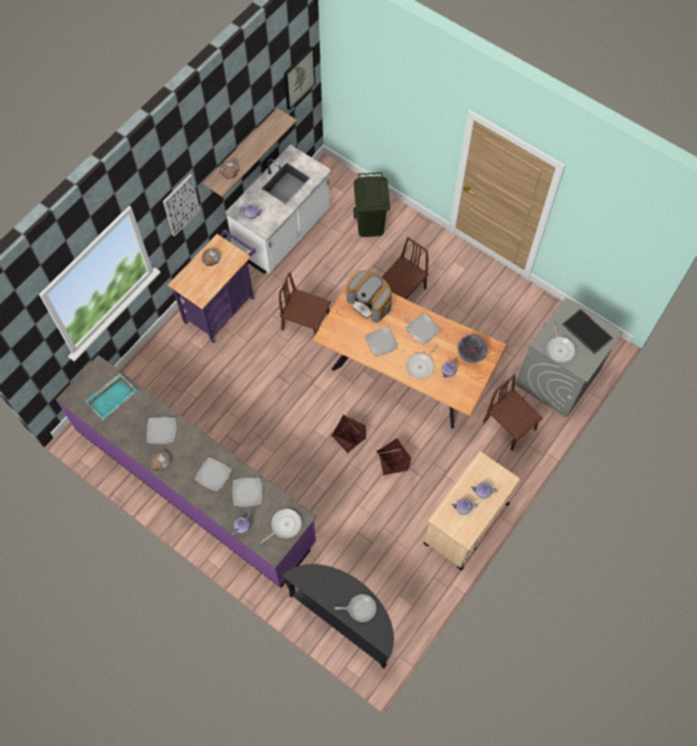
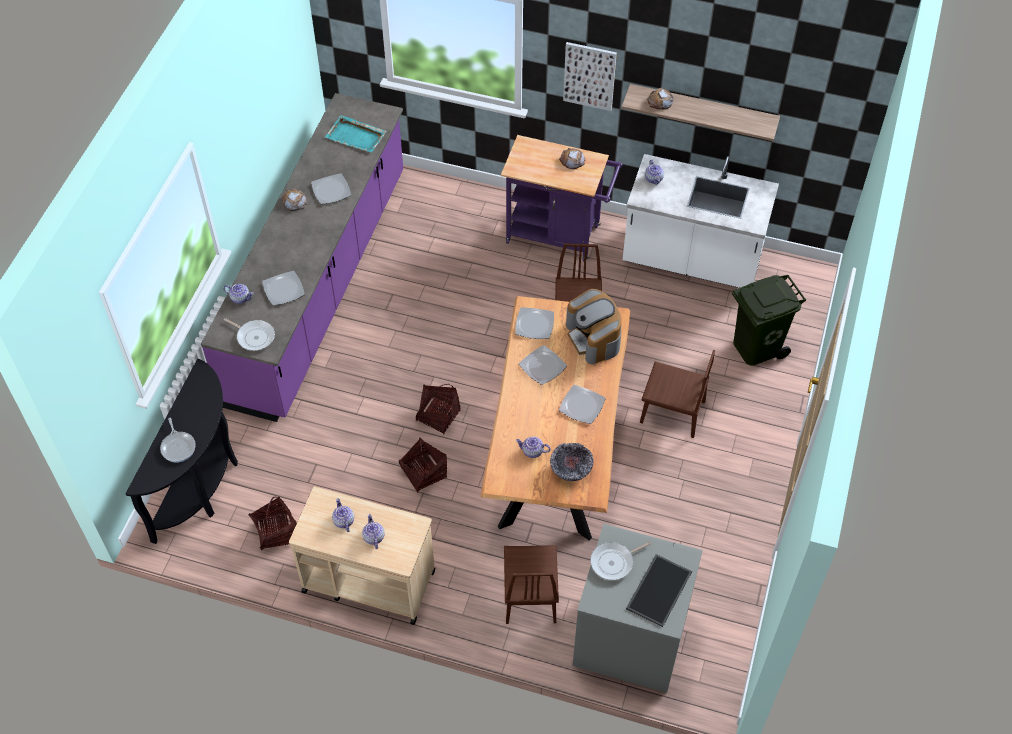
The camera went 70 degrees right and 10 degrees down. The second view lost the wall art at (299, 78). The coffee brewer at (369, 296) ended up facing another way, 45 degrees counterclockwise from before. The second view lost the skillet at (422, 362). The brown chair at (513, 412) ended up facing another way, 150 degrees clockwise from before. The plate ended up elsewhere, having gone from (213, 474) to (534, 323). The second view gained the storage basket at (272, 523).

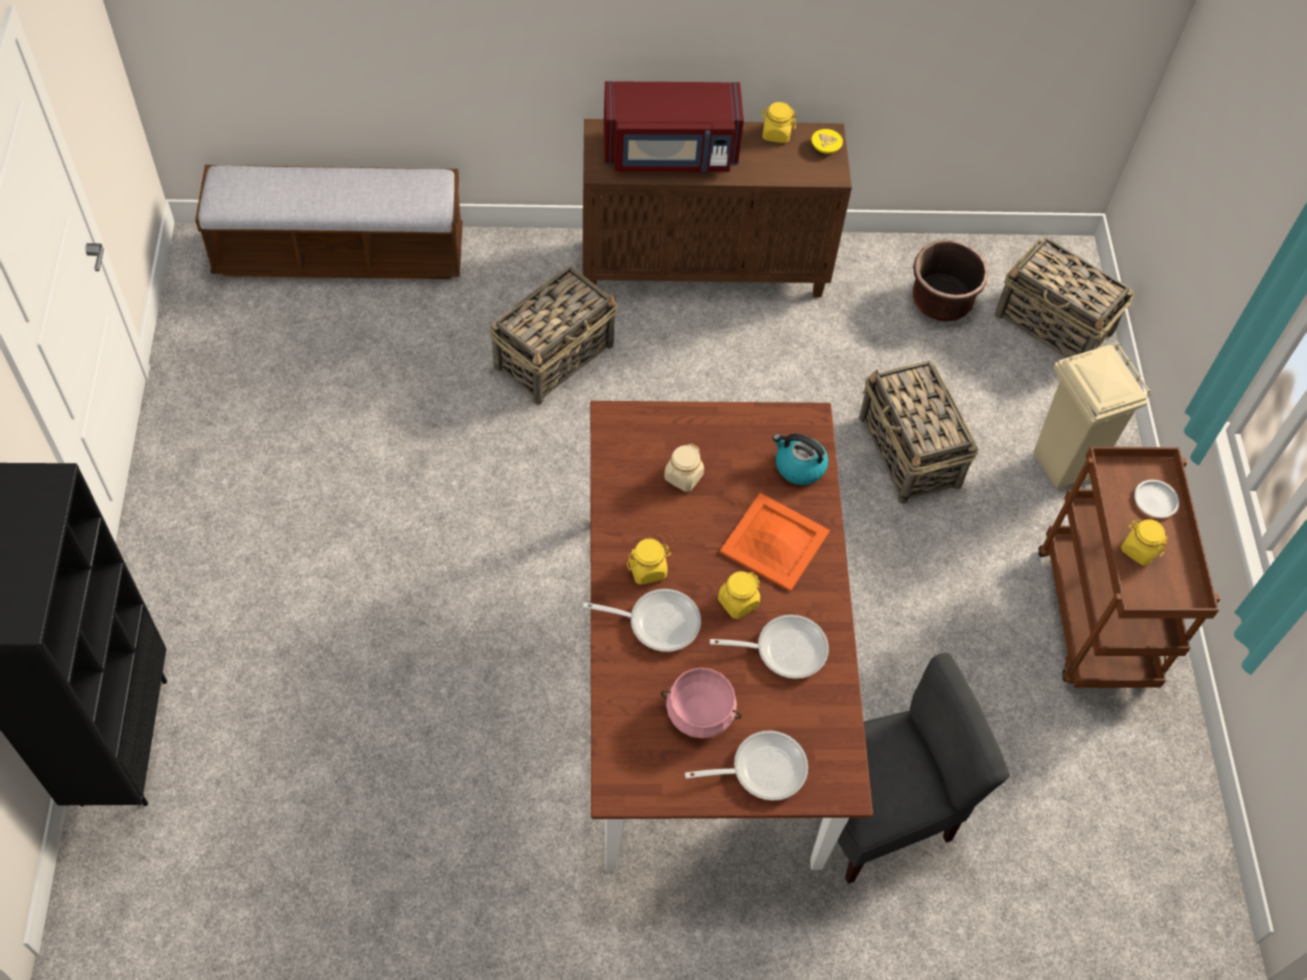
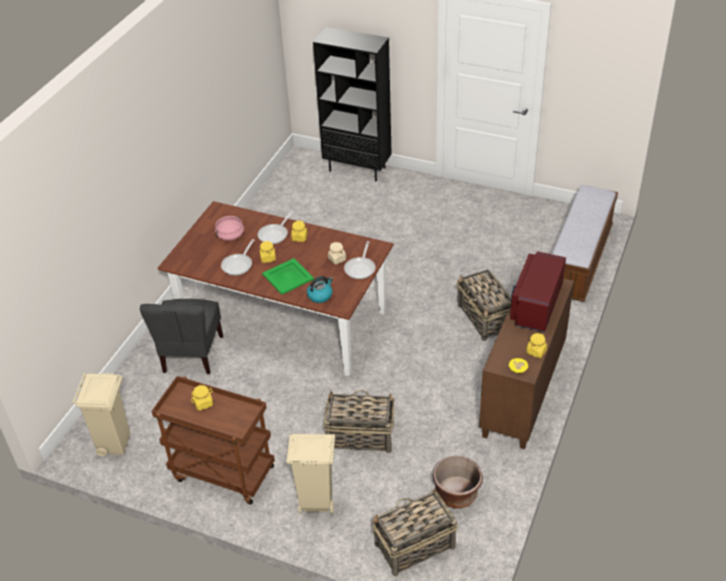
The camera went 120 degrees right and 15 degrees down. The second view lost the white plate at (1156, 499). What was the orangey serving tray at (774, 542) turned into the greenish serving tray at (288, 276). The skillet ended up elsewhere, having gone from (746, 765) to (360, 260). The second view gained the beige rubbish bin at (101, 414).

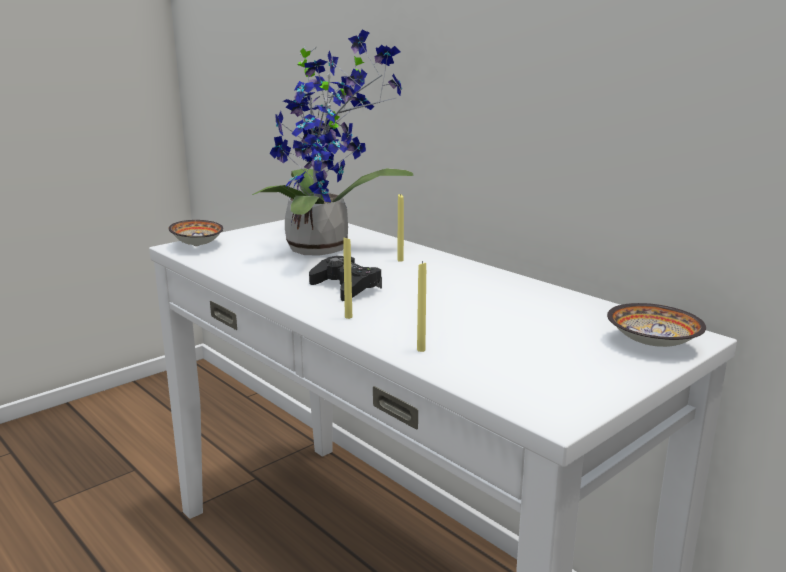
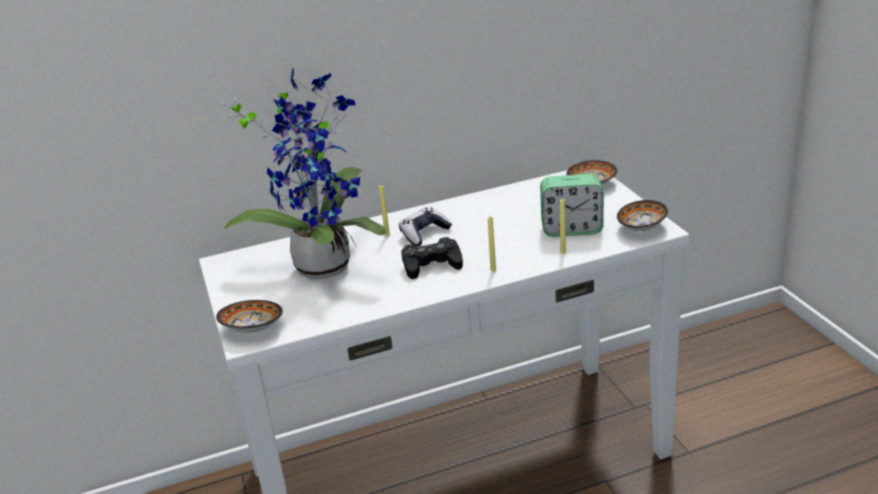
The camera went 65 degrees left and 10 degrees up. The second view gained the bedside clock at (572, 205). The second view gained the bowl at (642, 215). The second view gained the gamepad at (425, 227).

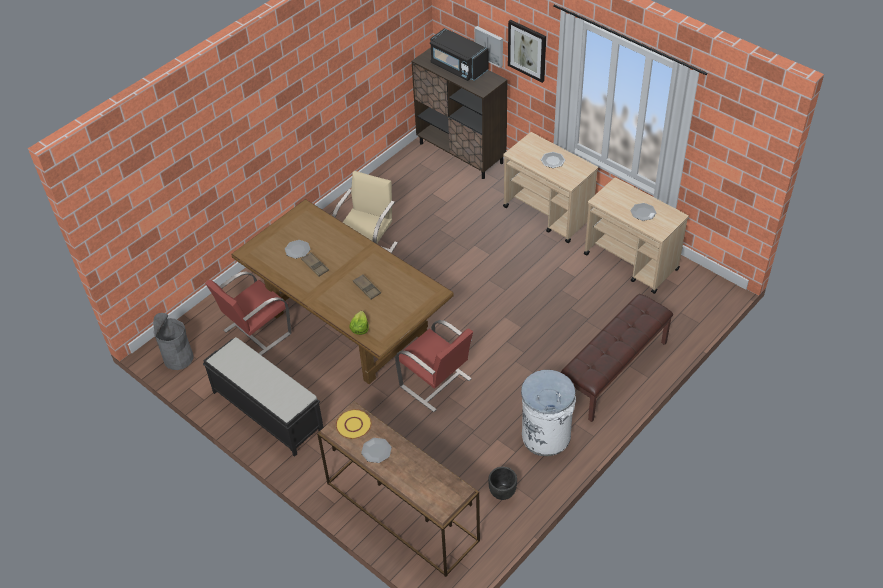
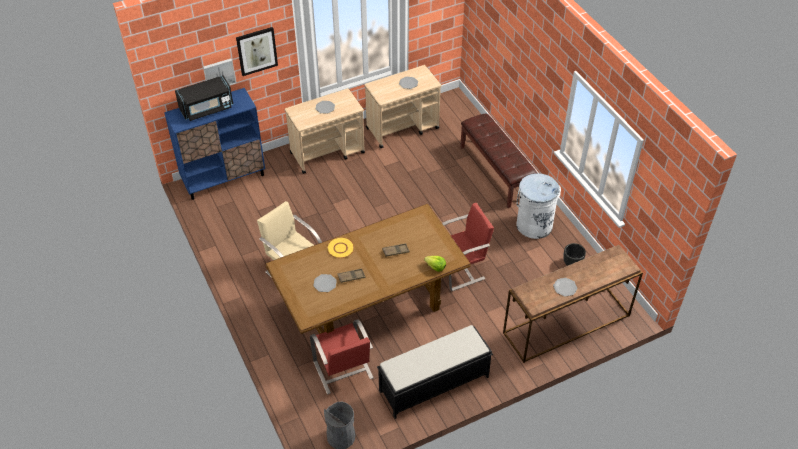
The camera went 70 degrees left and 0 degrees up. What was the brown cupboard at (459, 113) turned into the blue-coloured cupboard at (214, 144). The yellowish plate ended up elsewhere, having gone from (354, 424) to (340, 247).

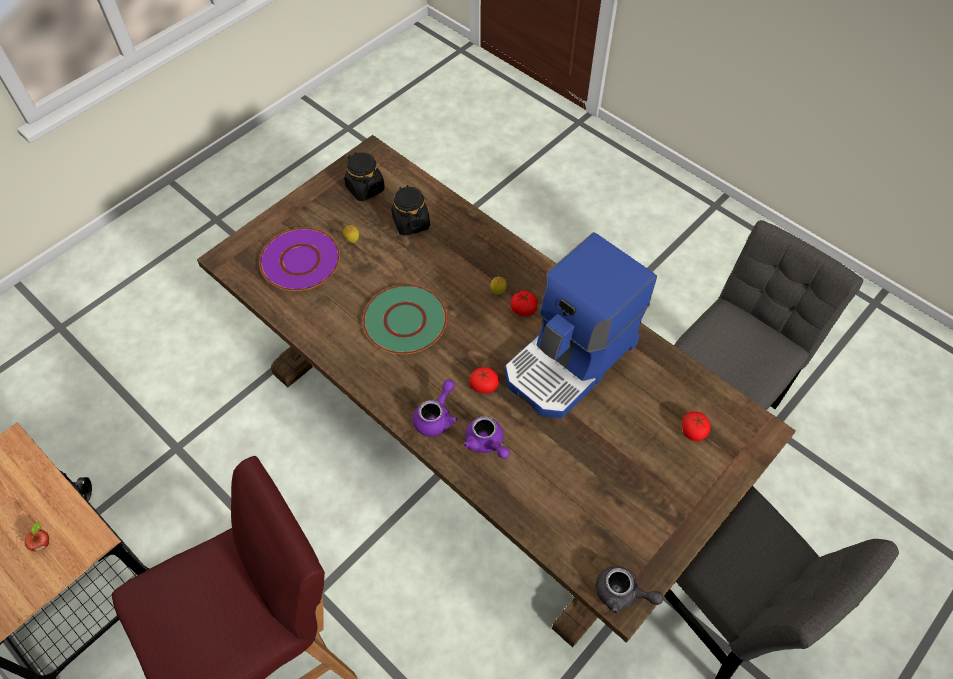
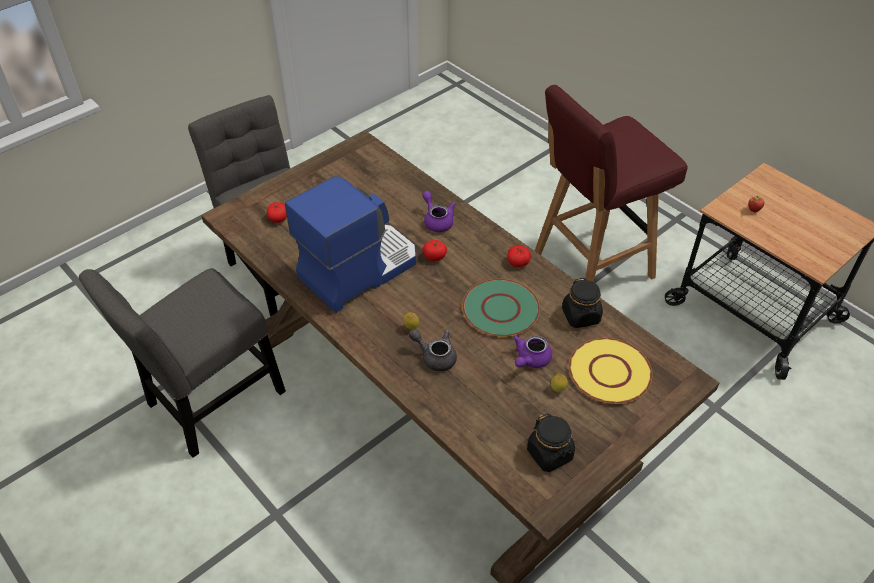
The camera went 175 degrees left and 10 degrees down. The black-coloured preserve jar ended up elsewhere, having gone from (410, 210) to (582, 303). What was the purple plate at (299, 259) turned into the yellowish plate at (610, 371). The tomato ended up elsewhere, having gone from (524, 303) to (519, 256). The purple pot for tea ended up elsewhere, having gone from (435, 408) to (532, 351). The gray pot for tea ended up elsewhere, having gone from (629, 590) to (433, 350).

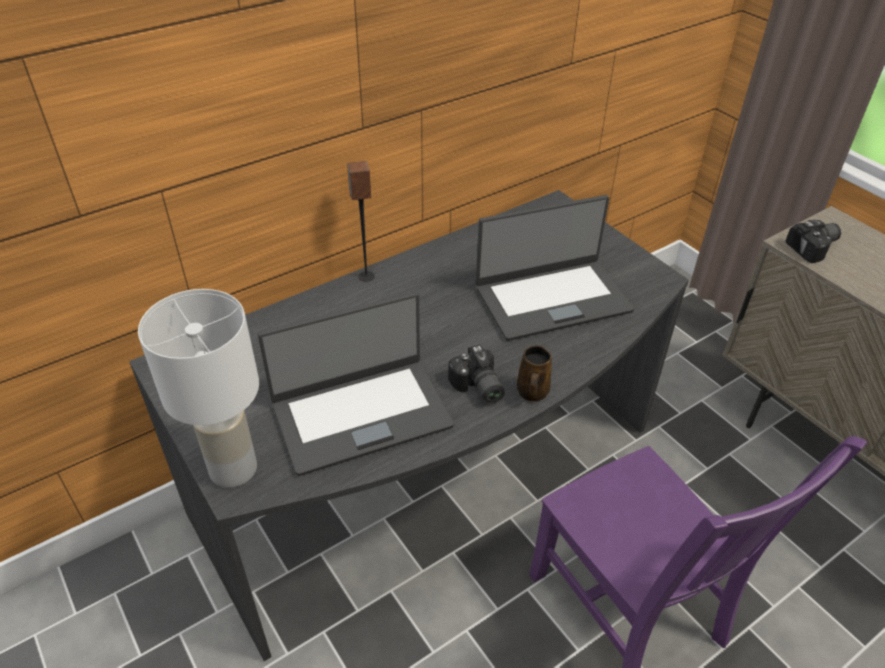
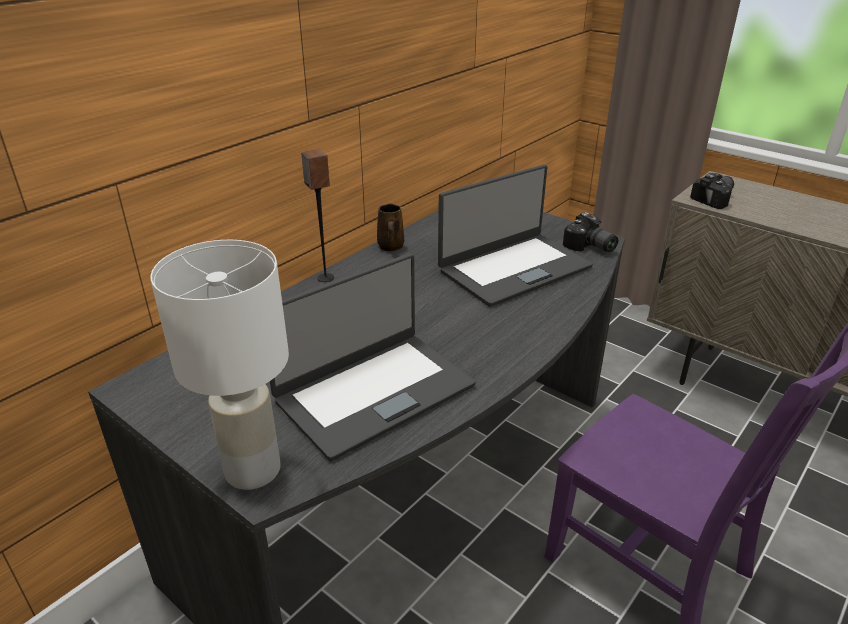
The camera went 15 degrees left and 10 degrees down. The photo camera ended up elsewhere, having gone from (476, 374) to (590, 232). The brown mug ended up elsewhere, having gone from (534, 373) to (390, 227).

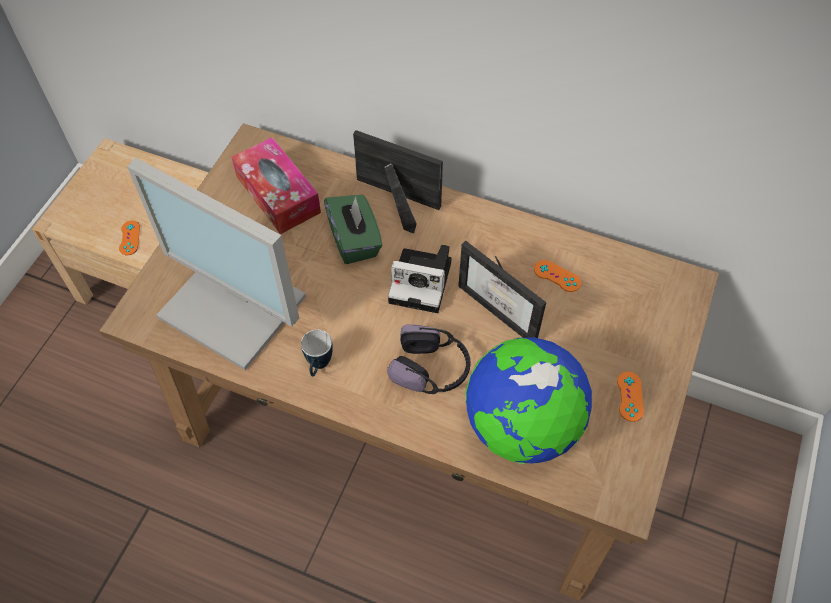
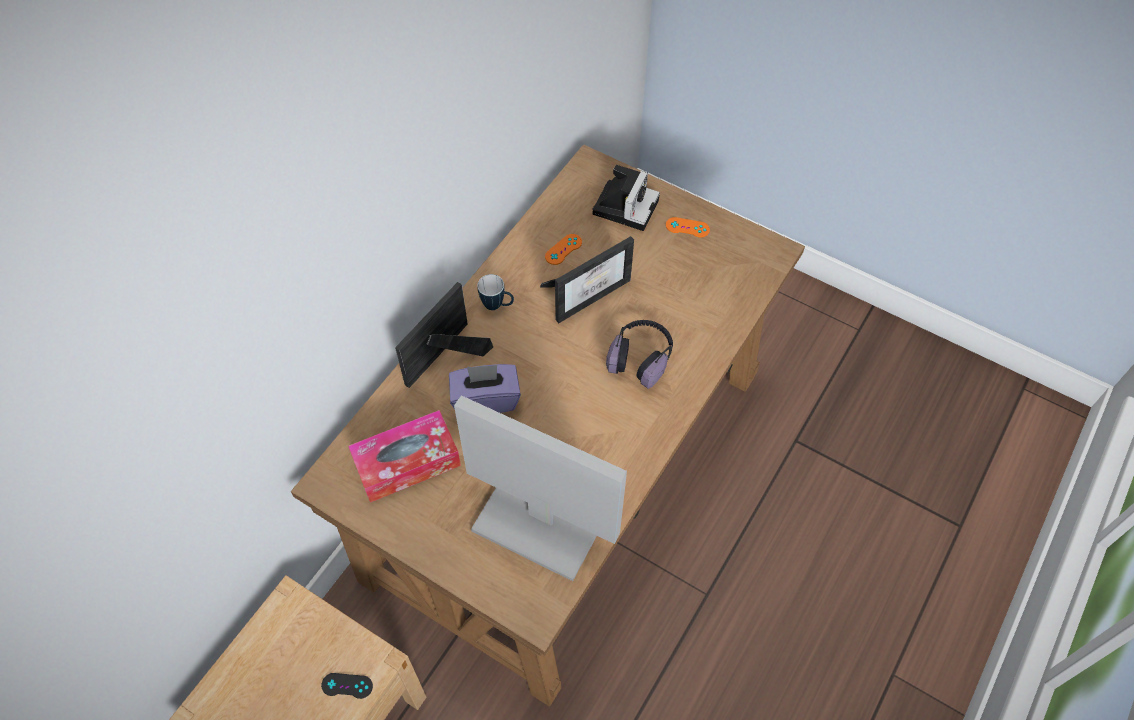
The camera went 80 degrees left and 0 degrees up. The computer screen at (216, 264) ended up facing another way, 105 degrees counterclockwise from before. What was the greenish box of tissues at (353, 229) turned into the purple box of tissues at (485, 388). What was the orangey gamepad at (129, 238) turned into the black-coloured gamepad at (347, 686). The photo camera ended up elsewhere, having gone from (420, 279) to (626, 198). The mug ended up elsewhere, having gone from (317, 353) to (495, 292). The second view lost the desk globe at (528, 400).

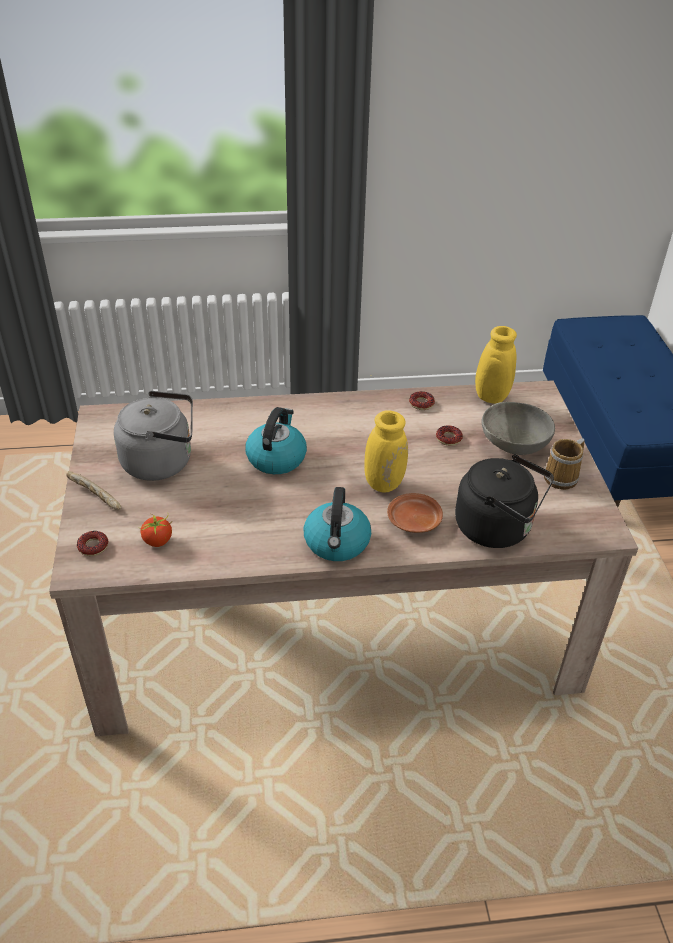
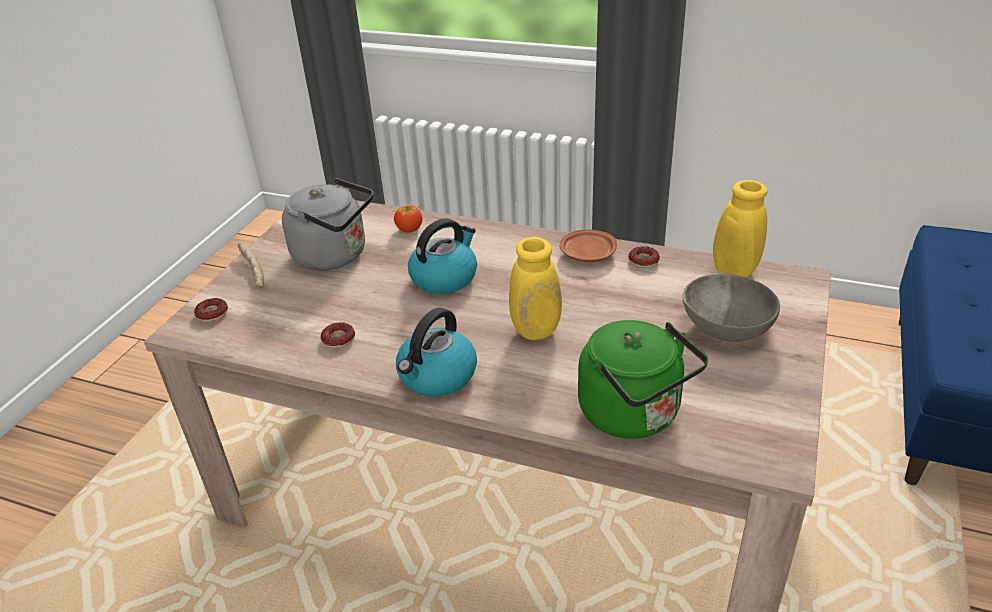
The camera went 30 degrees right and 5 degrees down. The donut ended up elsewhere, having gone from (449, 435) to (338, 335). The second view lost the mug at (564, 464). What was the black-coloured water kettle at (504, 501) turned into the greenish water kettle at (643, 379). The brown plate ended up elsewhere, having gone from (415, 513) to (588, 245). The tomato ended up elsewhere, having gone from (156, 530) to (407, 218).

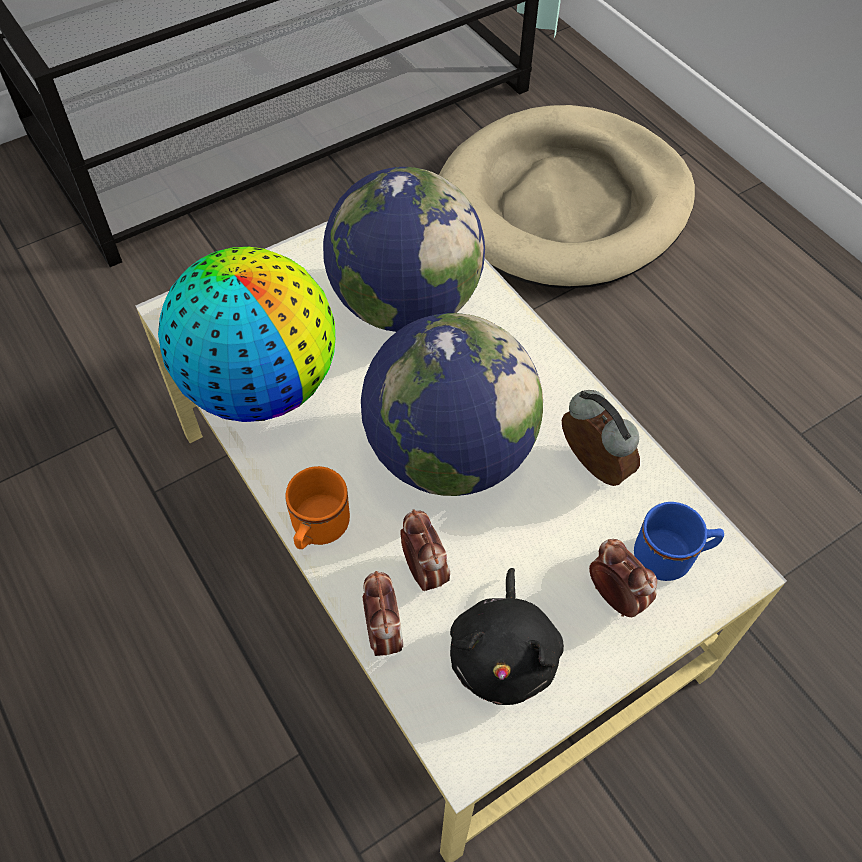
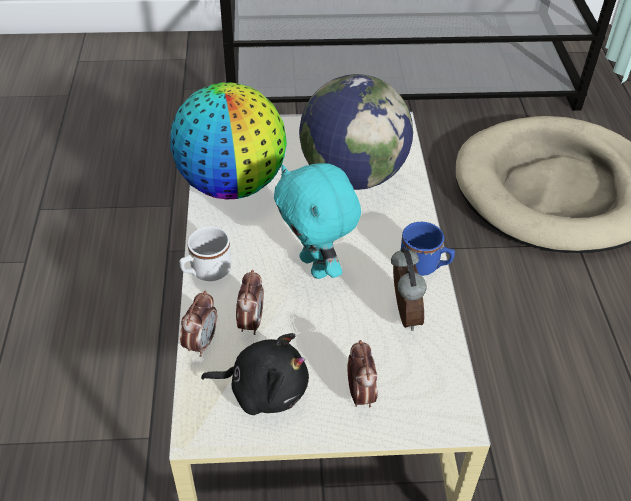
The camera went 30 degrees right and 10 degrees down. Where the desk globe stood at (452, 404), the blue-green cuddly toy came to stand at (317, 221). What was the orangey mug at (317, 507) turned into the white mug at (205, 253). The blue-coloured mug ended up elsewhere, having gone from (679, 541) to (428, 249). The black-coloured cuddly toy at (507, 636) ended up facing another way, 120 degrees counterclockwise from before.

